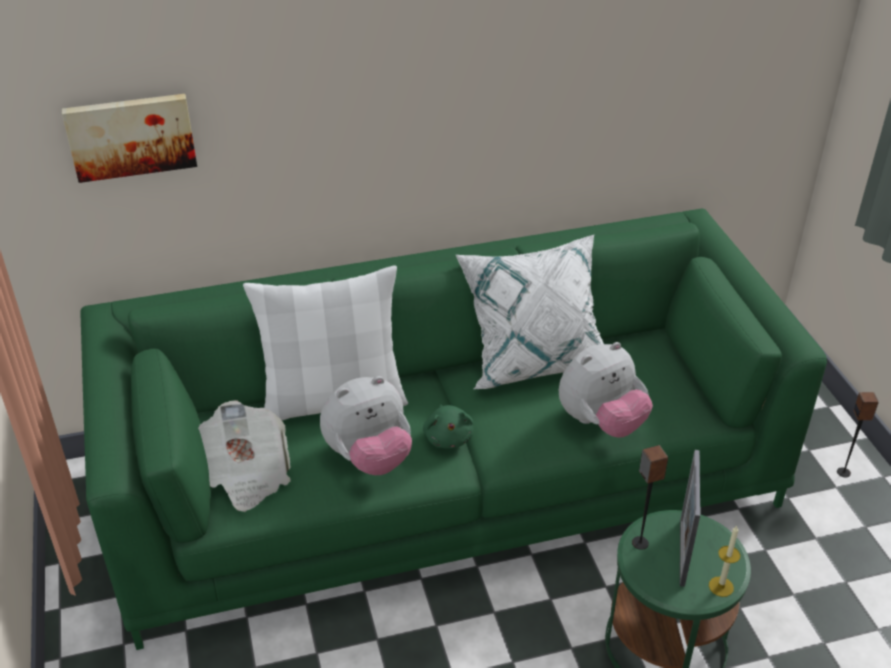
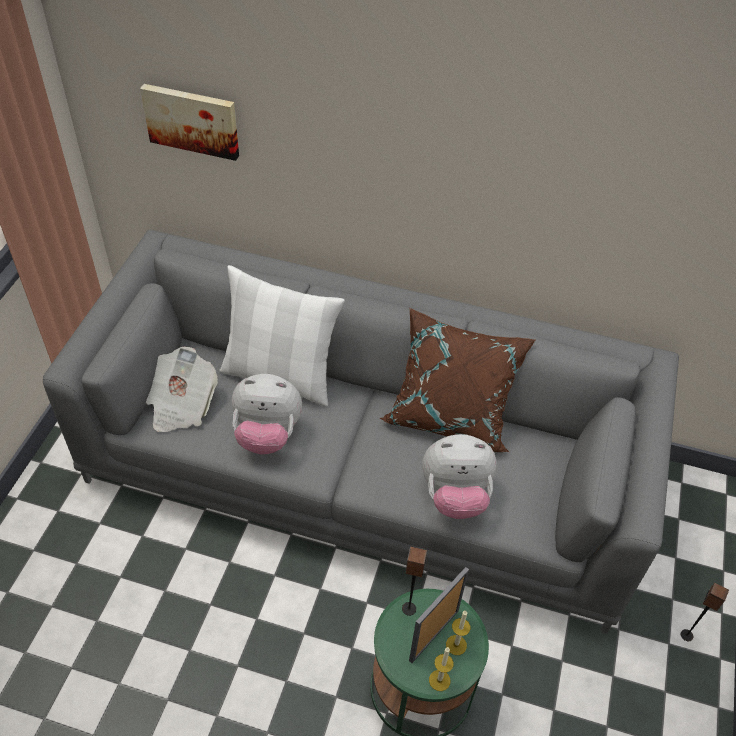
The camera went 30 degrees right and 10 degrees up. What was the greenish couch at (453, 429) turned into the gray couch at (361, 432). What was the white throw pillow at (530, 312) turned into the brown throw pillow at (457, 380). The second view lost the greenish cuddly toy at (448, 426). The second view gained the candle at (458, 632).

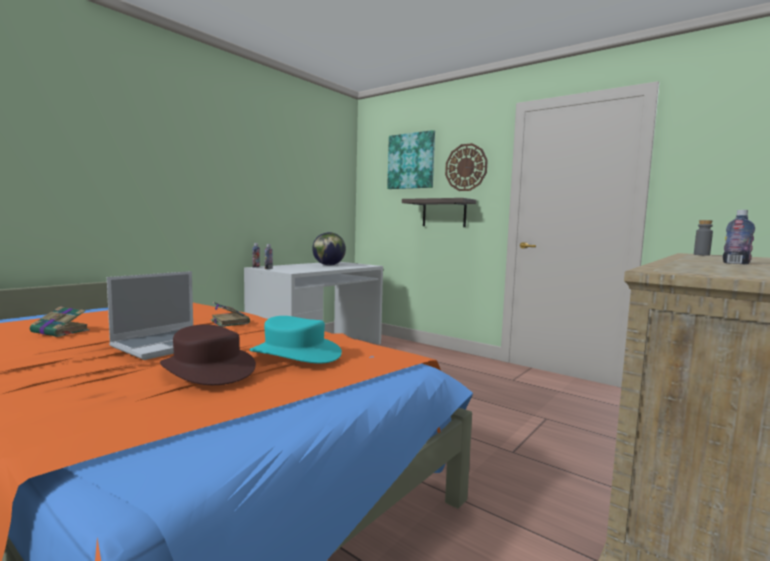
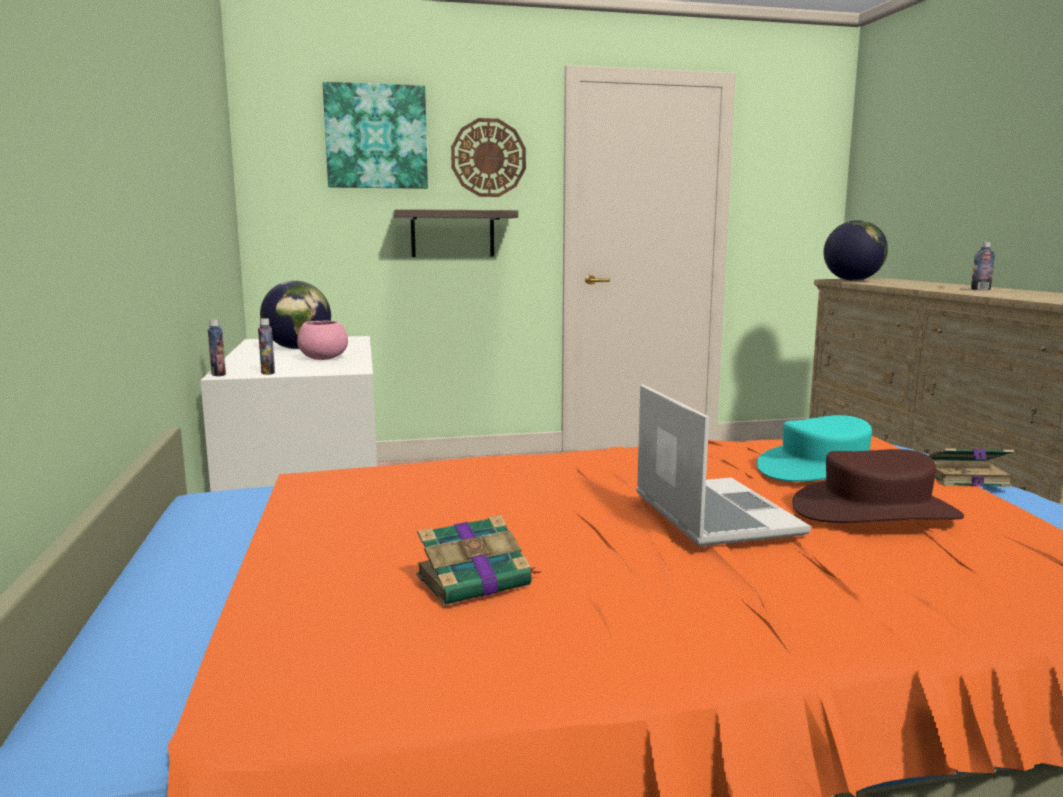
The camera went 50 degrees left and 5 degrees up. Where the gray bottle stood at (703, 238), the desk globe came to stand at (856, 250). The volume ended up elsewhere, having gone from (230, 314) to (971, 467). The second view gained the pinkish bowl at (322, 340).

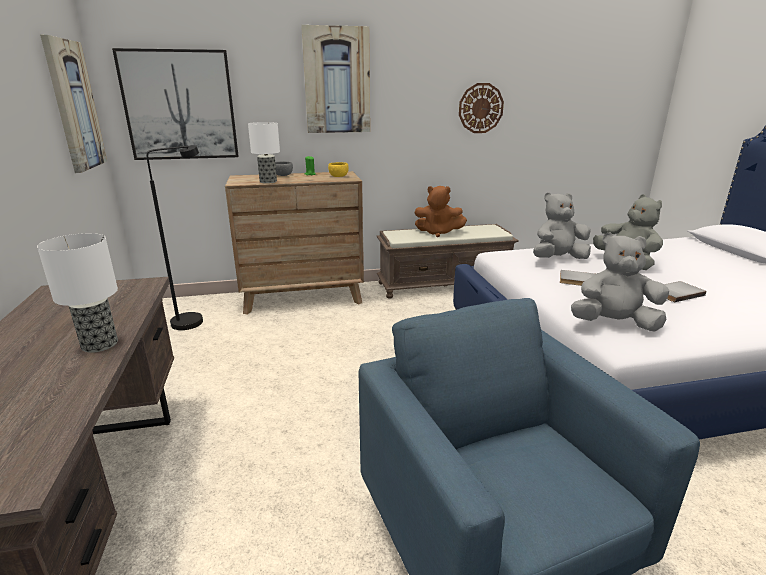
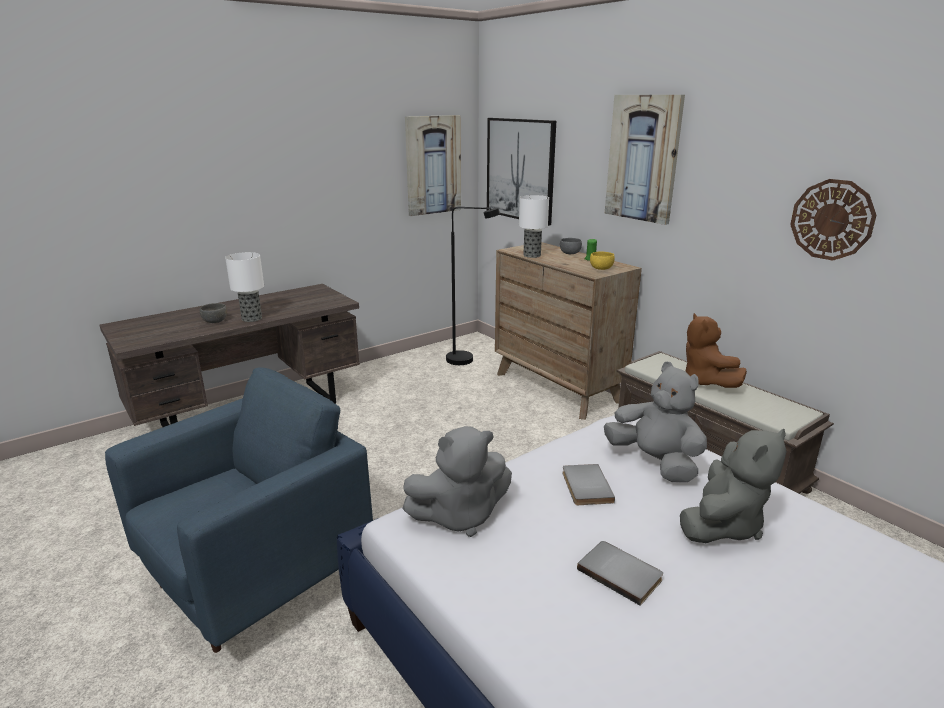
The camera went 65 degrees right and 0 degrees up. The gray cuddly toy at (620, 281) ended up facing another way, 90 degrees clockwise from before. The second view gained the gray bowl at (213, 313).

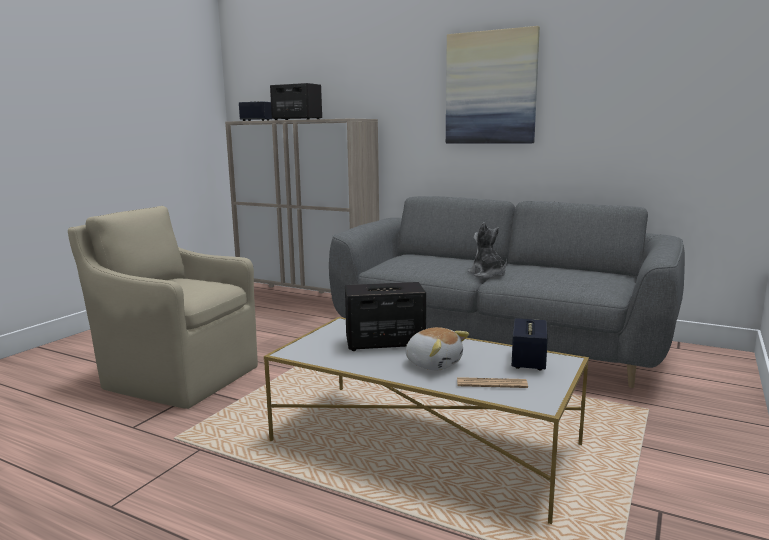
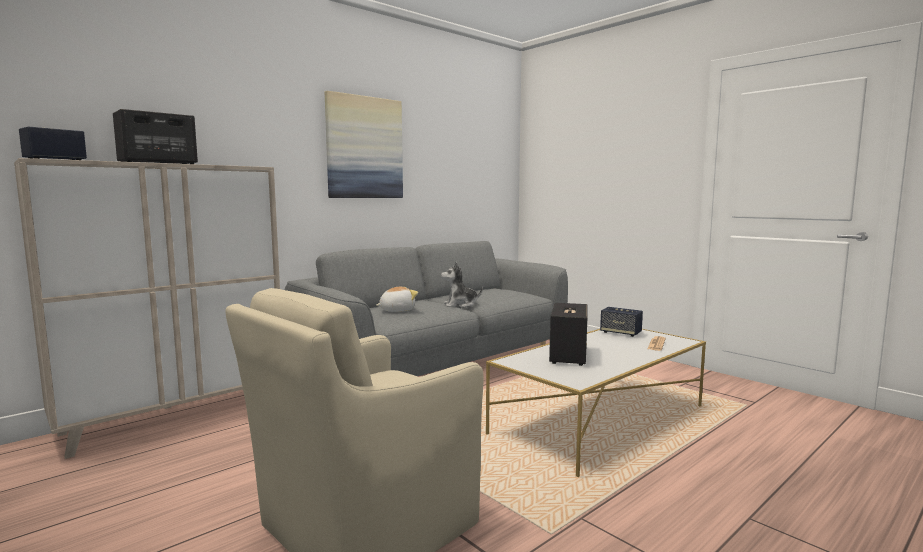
The camera went 70 degrees left and 5 degrees down. The cuddly toy ended up elsewhere, having gone from (437, 348) to (397, 299).

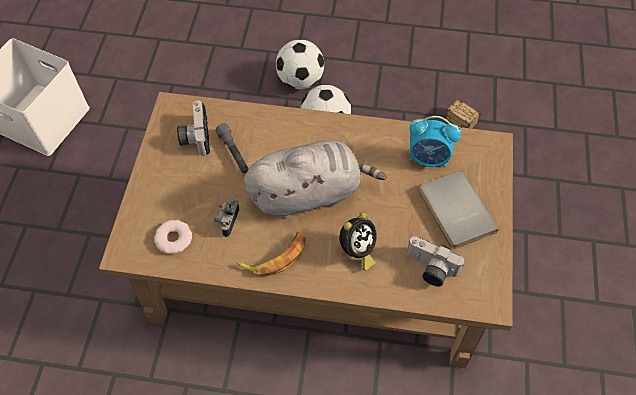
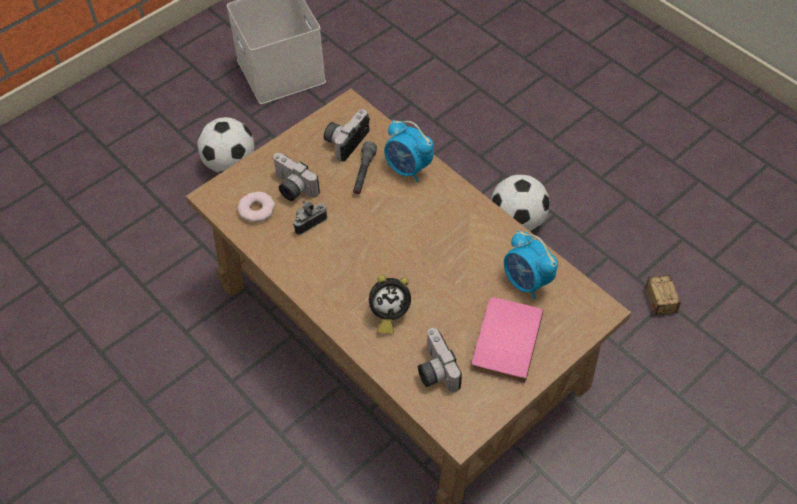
The camera went 40 degrees right and 5 degrees down. The football ended up elsewhere, having gone from (300, 64) to (225, 145). The second view lost the gray cuddly toy at (315, 179). What was the gray volume at (459, 209) turned into the pinkish volume at (507, 340). The second view lost the banana fruit at (271, 253). The second view gained the bedside clock at (409, 151). The second view gained the photo camera at (296, 177).

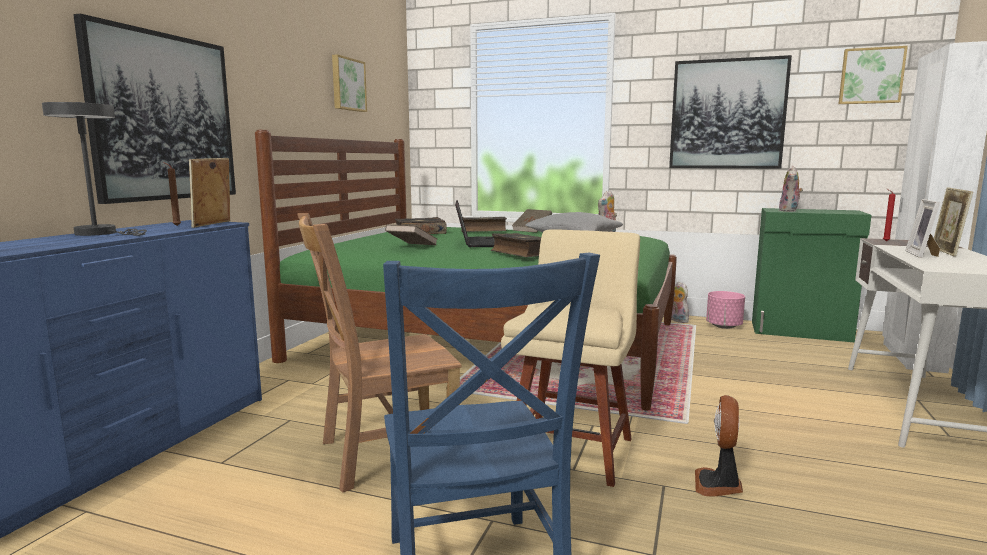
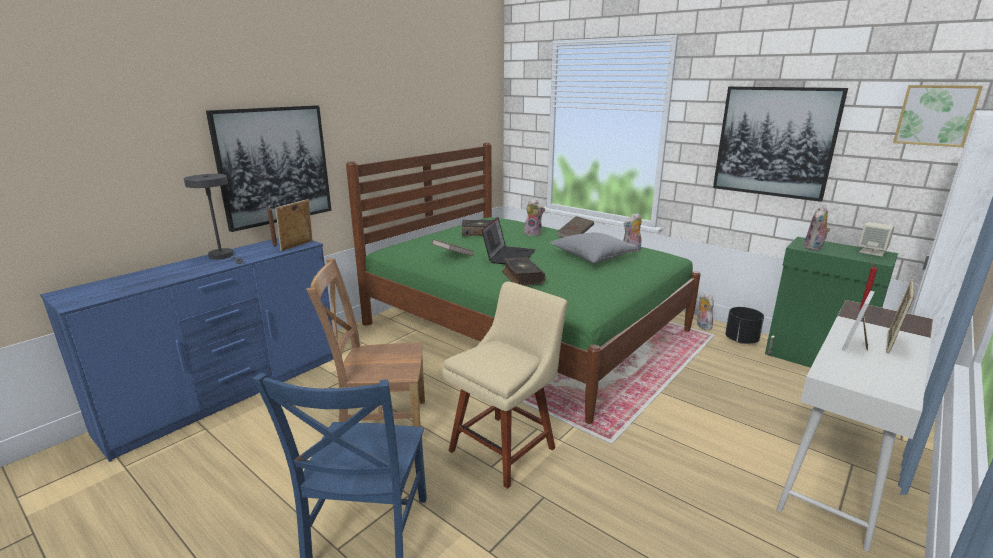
The camera went 20 degrees right and 10 degrees up. The second view lost the wall art at (349, 83). Where the volume stood at (484, 224), the cuddly toy came to stand at (534, 217). What was the pinkish plant pot at (725, 310) turned into the black-coloured plant pot at (744, 325). The second view lost the electric fan at (719, 446). The second view gained the beige loudspeaker at (876, 239).

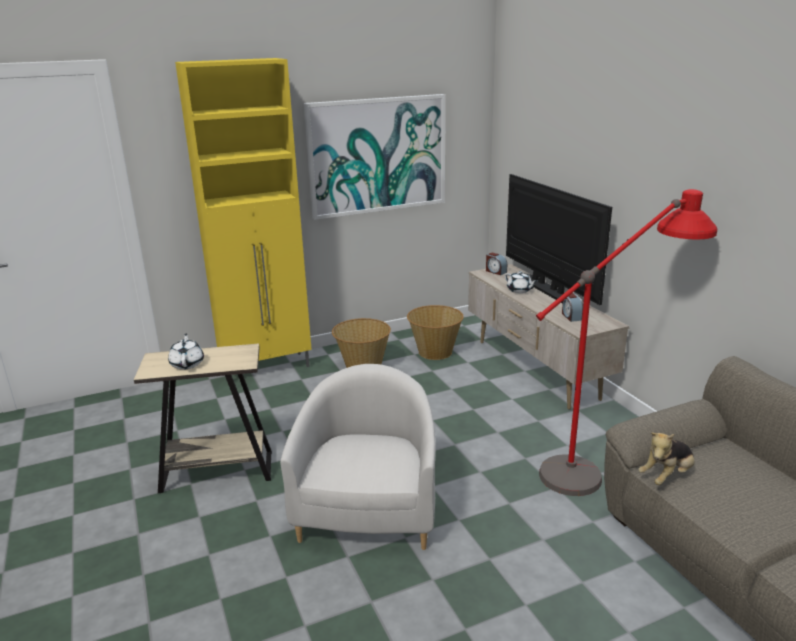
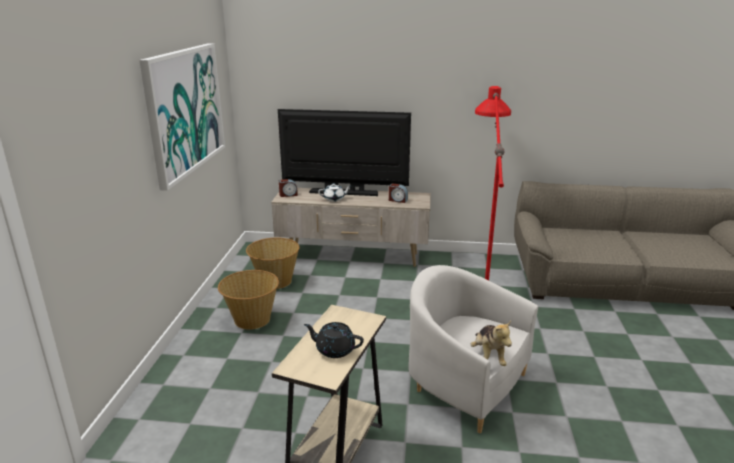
The camera went 60 degrees left and 0 degrees up. The second view lost the yellowish cupboard at (243, 212). What was the white pot for tea at (186, 352) turned into the black-coloured pot for tea at (334, 340). The cuddly toy ended up elsewhere, having gone from (666, 458) to (491, 343).

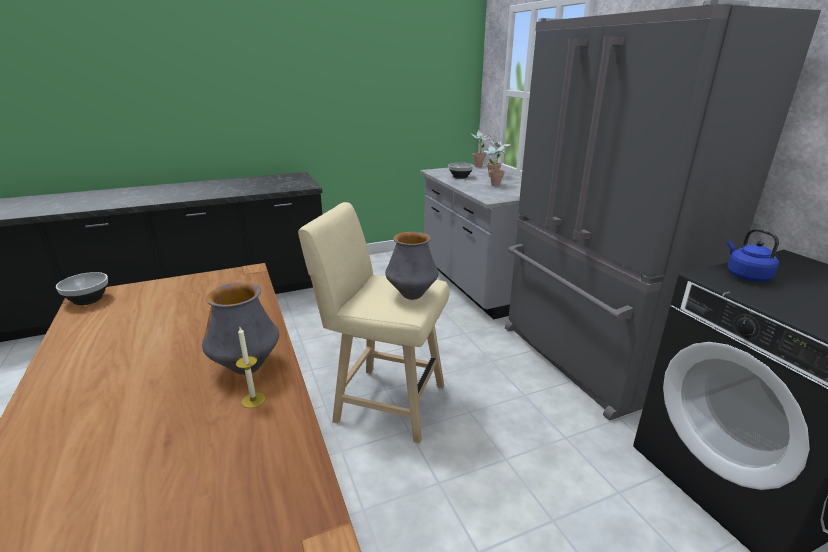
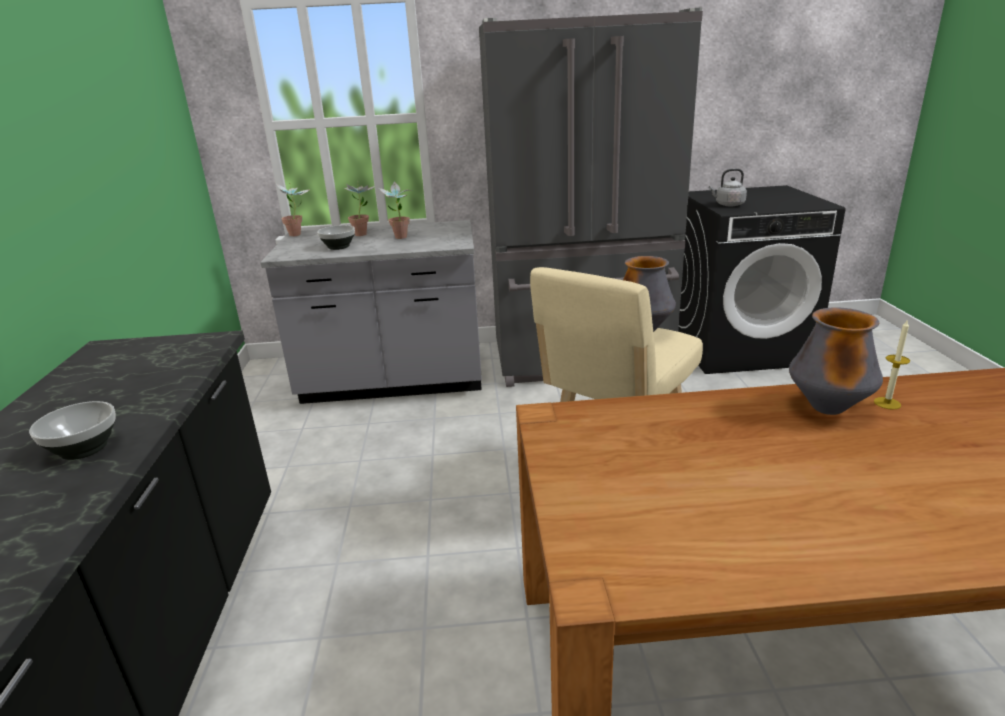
The camera went 70 degrees left and 0 degrees up. What was the blue-coloured water kettle at (753, 255) turned into the gray water kettle at (728, 187). The bowl ended up elsewhere, having gone from (82, 288) to (72, 430).

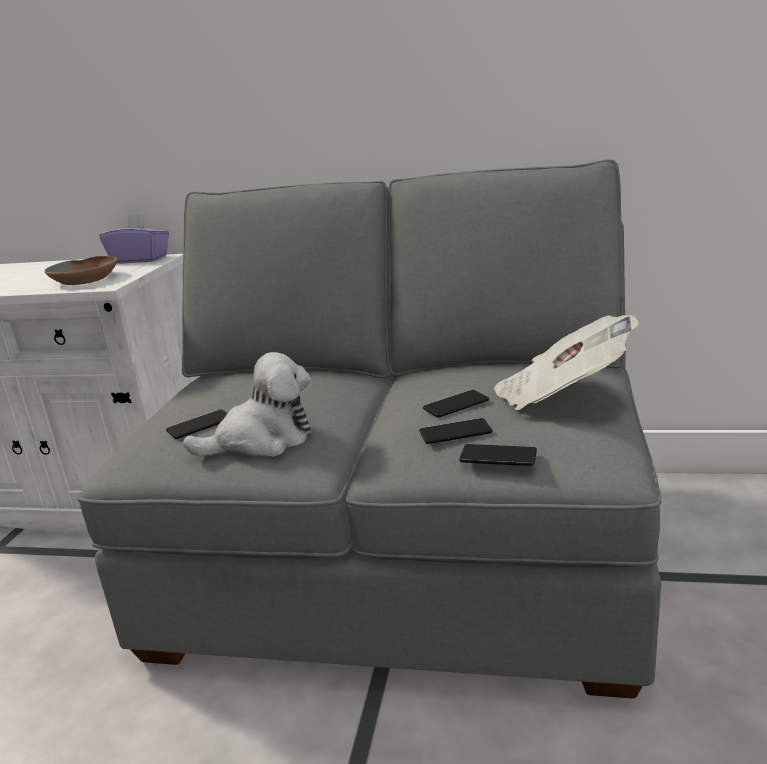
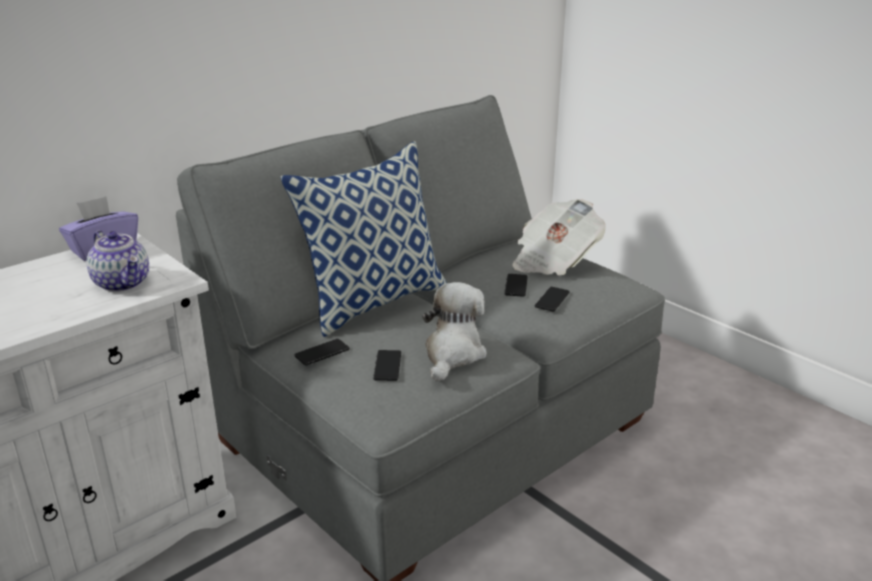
The camera went 55 degrees left and 5 degrees up. Where the brown bowl stood at (80, 270), the pot for tea came to stand at (118, 261). The phone ended up elsewhere, having gone from (498, 455) to (322, 352). The second view gained the throw pillow at (363, 239).

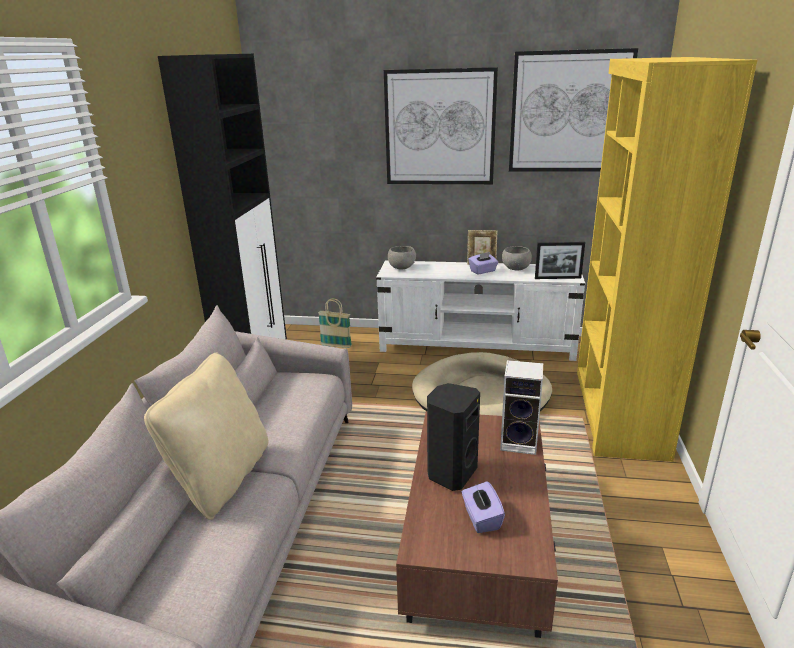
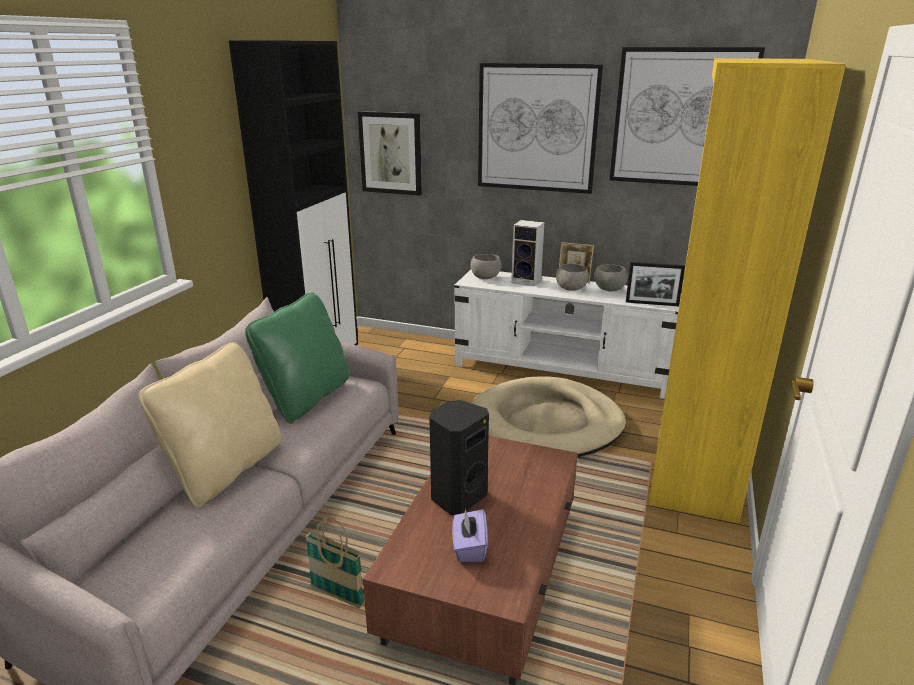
The camera went 10 degrees right and 0 degrees up. Where the purple box of tissues stood at (483, 263), the gray bowl came to stand at (572, 277). The storage basket ended up elsewhere, having gone from (335, 323) to (335, 562). The loudspeaker ended up elsewhere, having gone from (521, 407) to (527, 253). The second view gained the wall art at (390, 153). The second view gained the greenish throw pillow at (297, 358).

